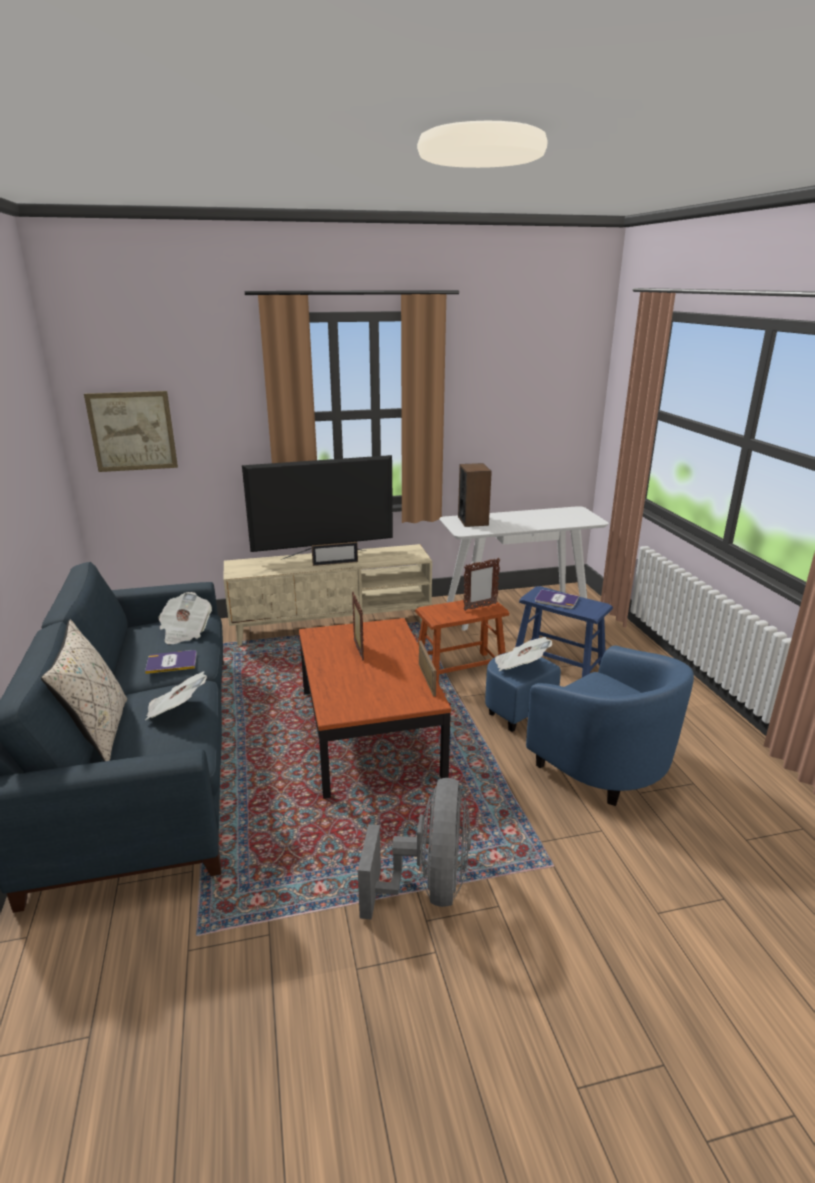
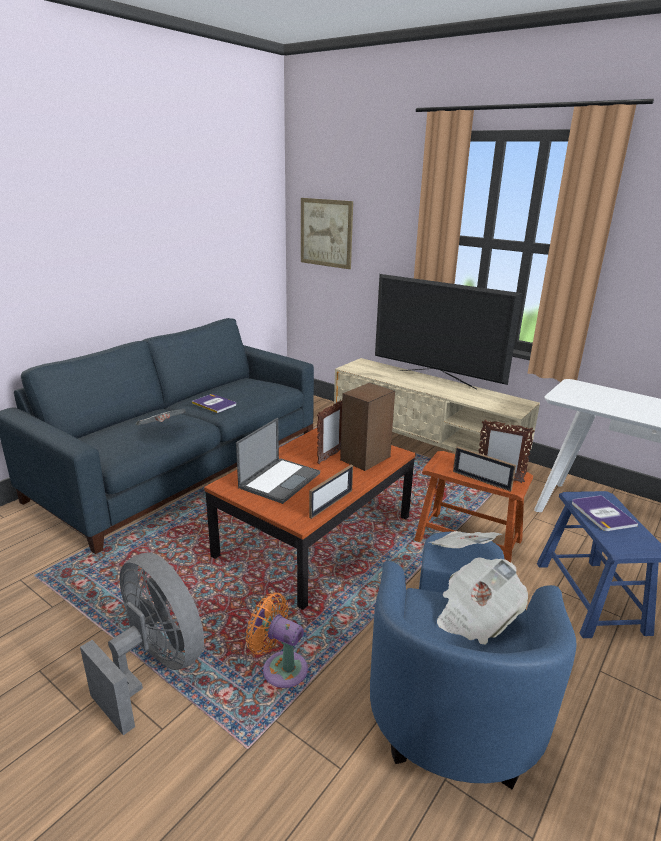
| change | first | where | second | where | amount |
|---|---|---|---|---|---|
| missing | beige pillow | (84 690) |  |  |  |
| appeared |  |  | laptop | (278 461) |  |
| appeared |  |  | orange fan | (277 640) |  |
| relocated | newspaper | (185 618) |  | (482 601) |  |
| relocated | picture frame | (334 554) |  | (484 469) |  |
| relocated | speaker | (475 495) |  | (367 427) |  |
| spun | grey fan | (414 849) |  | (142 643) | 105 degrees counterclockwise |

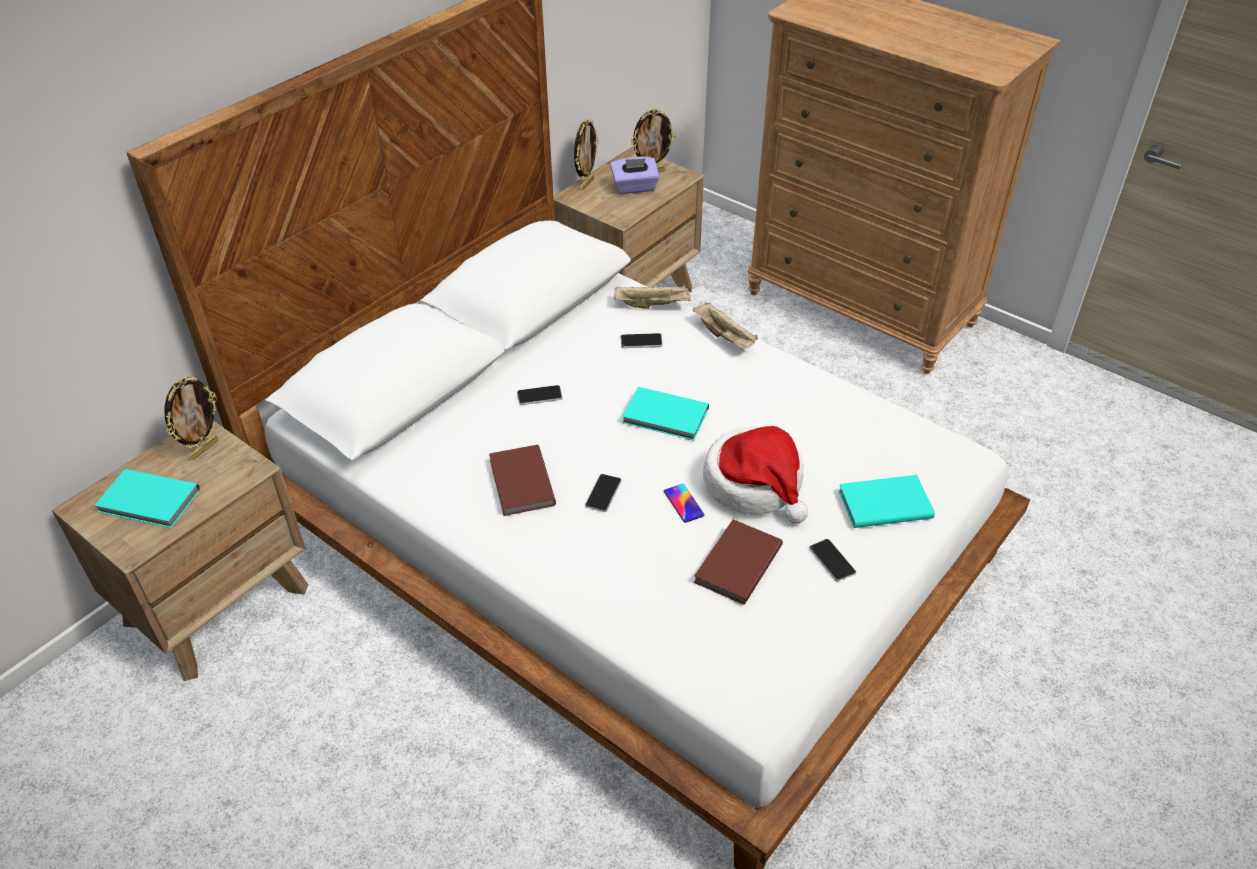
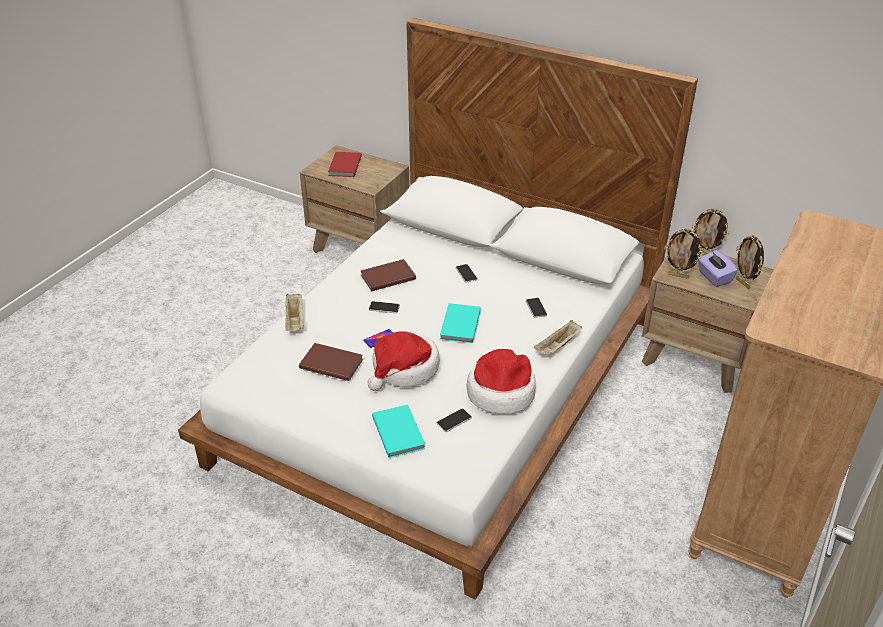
| change | first | where | second | where | amount |
|---|---|---|---|---|---|
| appeared |  |  | hat | (501 381) |  |
| relocated | picture frame | (191 418) |  | (683 253) |  |
| relocated | beige tray | (652 296) |  | (294 312) |  |
| relocated | phone | (832 560) |  | (454 420) |  |
| colour | turquoise book | (147 498) | red book | (345 164) |  |

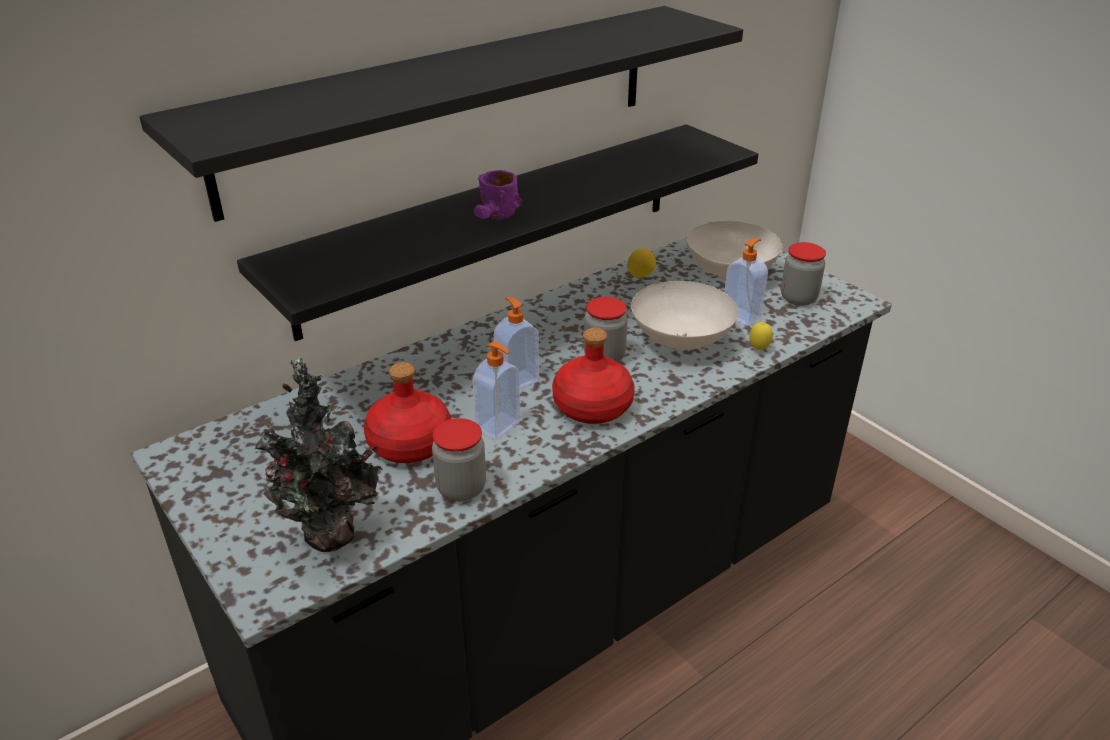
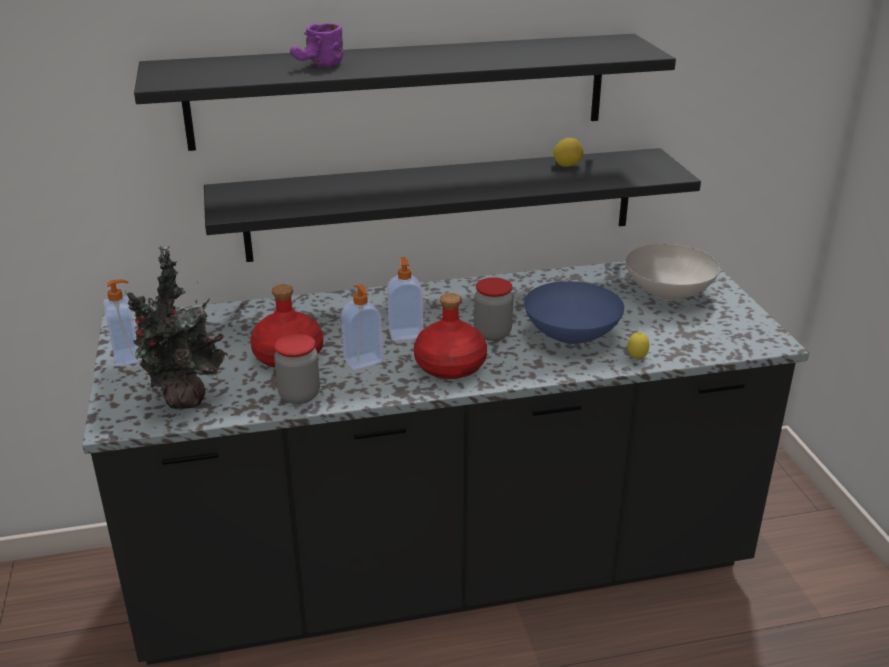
| change | first | where | second | where | amount |
|---|---|---|---|---|---|
| missing | jar | (803 274) |  |  |  |
| relocated | purple mug | (498 195) |  | (316 45) |  |
| relocated | lemon | (641 263) |  | (568 152) |  |
| relocated | soap dispenser | (746 282) |  | (122 322) |  |
| colour | white bowl | (685 315) | blue bowl | (574 312) |  |

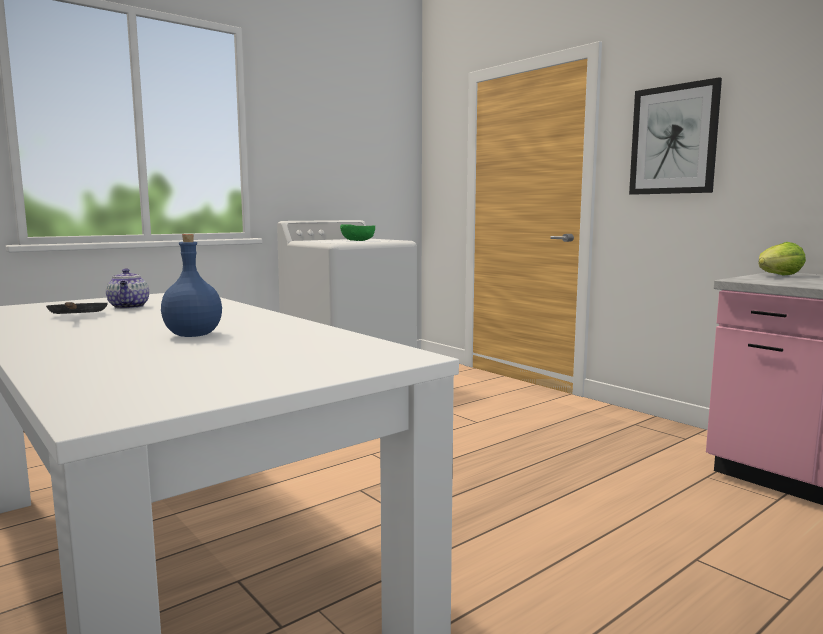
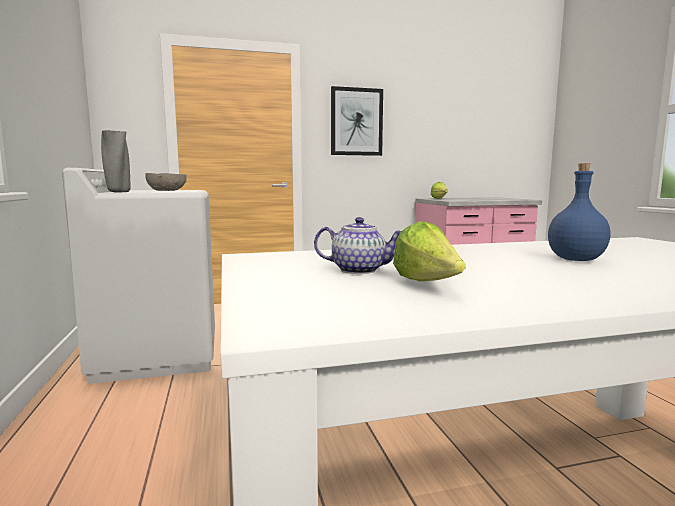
| change | first | where | second | where | amount |
|---|---|---|---|---|---|
| appeared |  |  | grey vase | (116 161) |  |
| exchanged | black frying pan | (77 308) | lettuce | (429 251) |  |
| colour | green bowl | (357 232) | grey bowl | (166 182) |  |

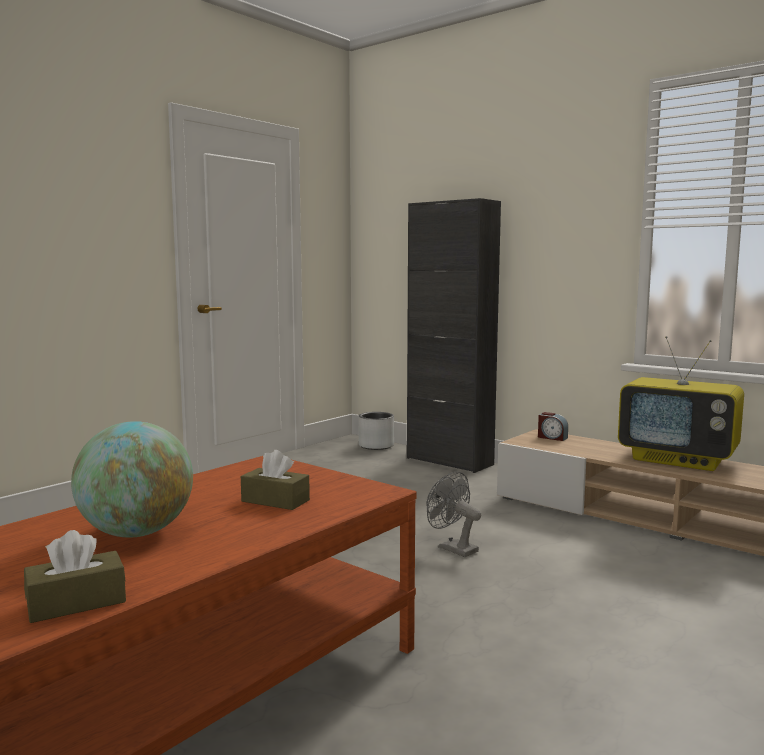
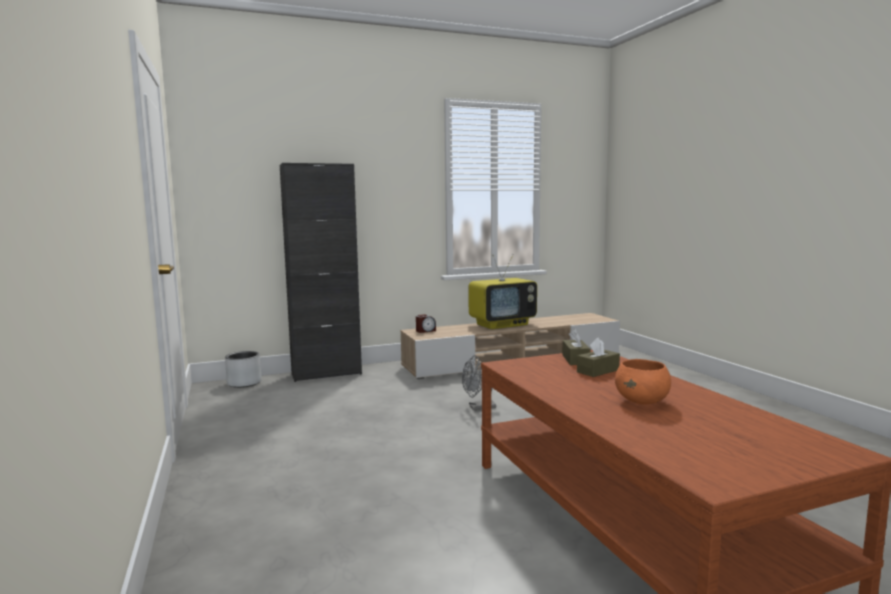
| change | first | where | second | where | amount |
|---|---|---|---|---|---|
| relocated | brown tissue box | (75 576) |  | (576 347) |  |
| exchanged | globe | (132 479) | orange bowl | (643 382) |  |

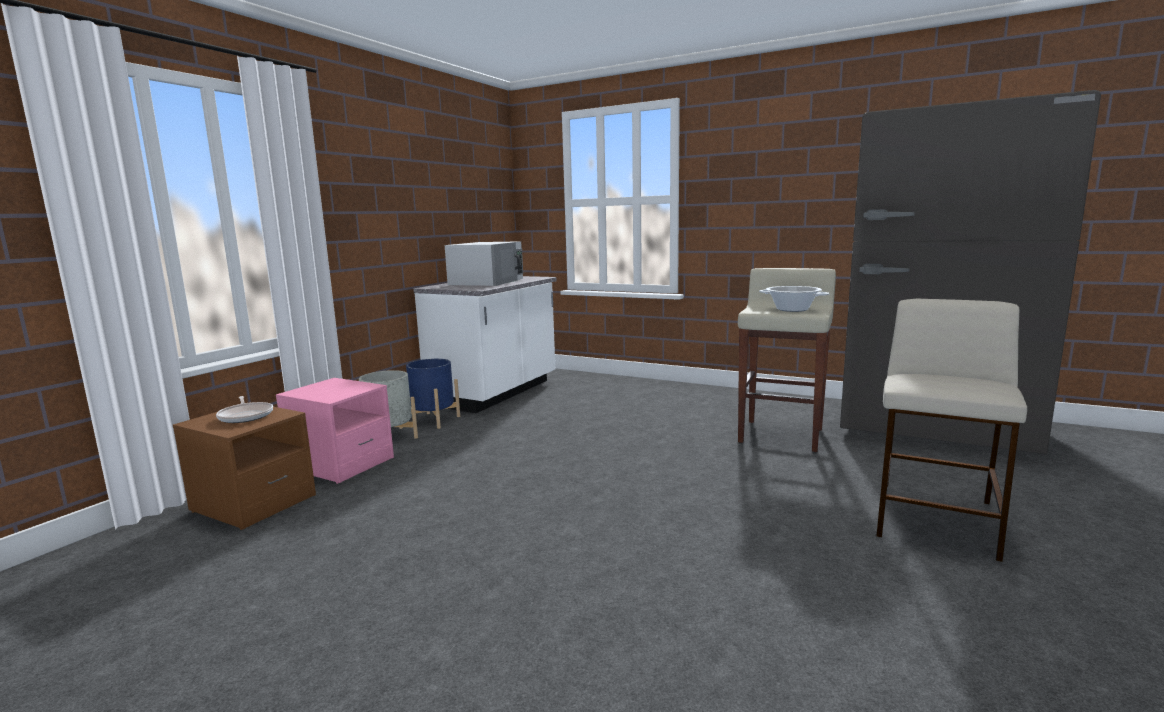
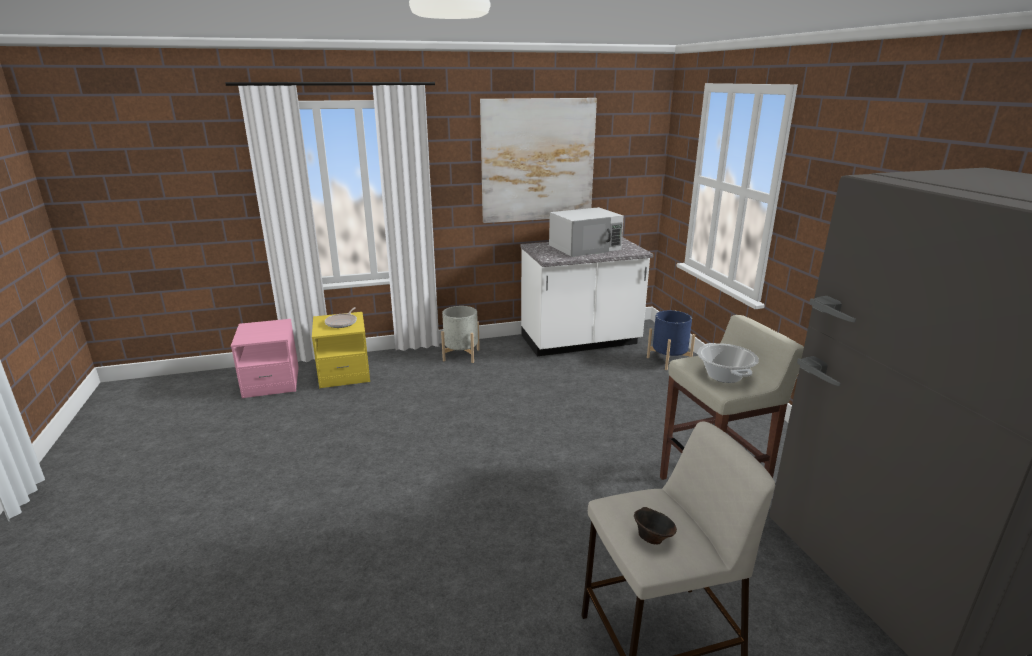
| change | first | where | second | where | amount |
|---|---|---|---|---|---|
| appeared |  |  | picture | (538 160) |  |
| appeared |  |  | brown bowl | (655 525) |  |
| relocated | pink nightstand | (335 431) |  | (265 358) |  |
| relocated | blue planter | (433 394) |  | (671 340) |  |
| colour | brown nightstand | (244 466) | yellow nightstand | (341 350) |  |

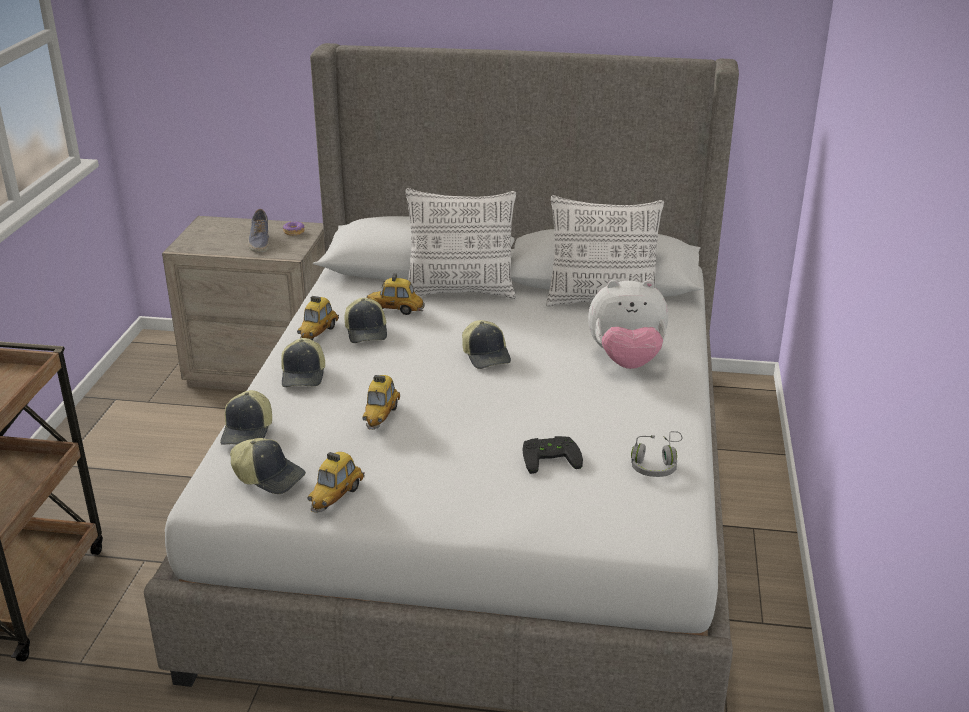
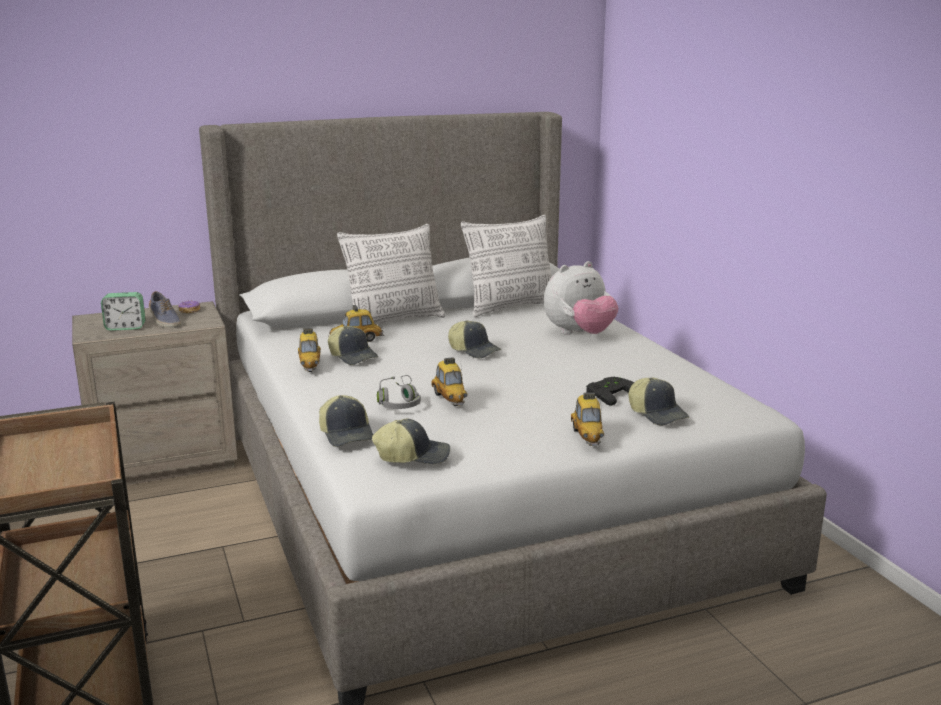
| change | first | where | second | where | amount |
|---|---|---|---|---|---|
| appeared |  |  | alarm clock | (123 311) |  |
| relocated | cap | (303 362) |  | (658 401) |  |
| relocated | toy car | (336 482) |  | (587 419) |  |
| relocated | grey headphones | (656 454) |  | (399 392) |  |

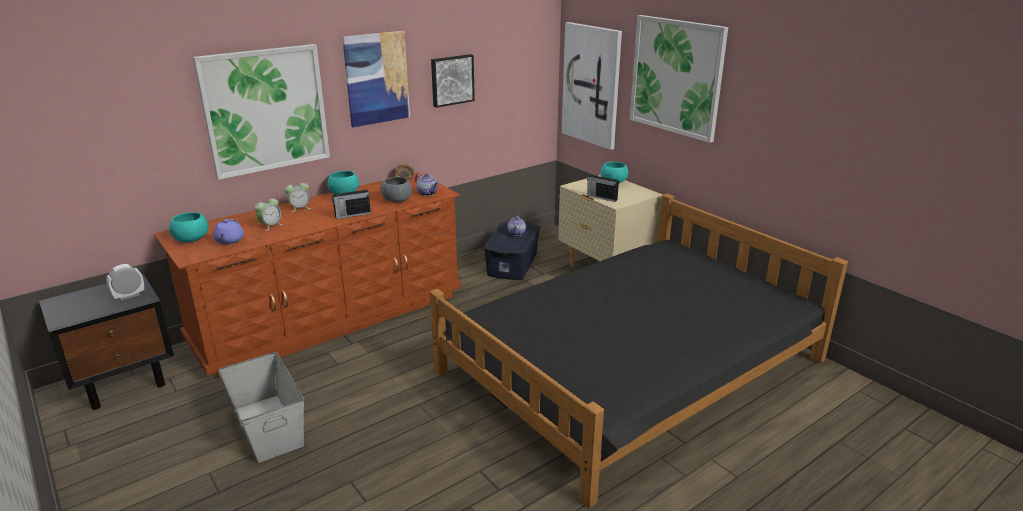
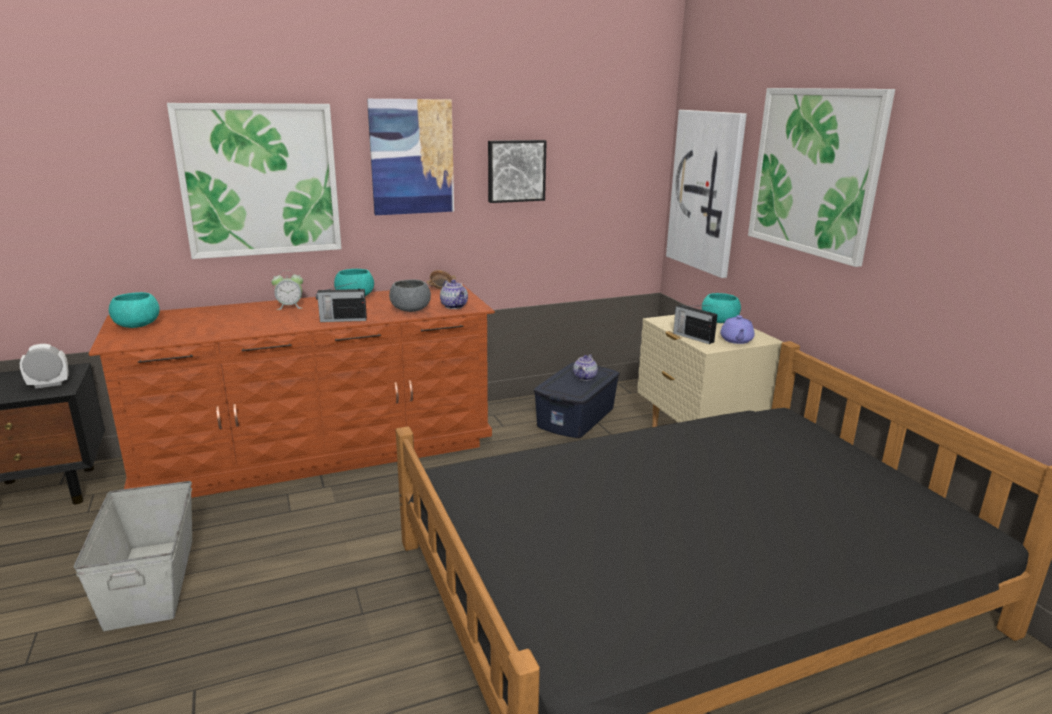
| change | first | where | second | where | amount |
|---|---|---|---|---|---|
| missing | alarm clock | (269 213) |  |  |  |
| relocated | purple teapot | (228 231) |  | (737 329) |  |

